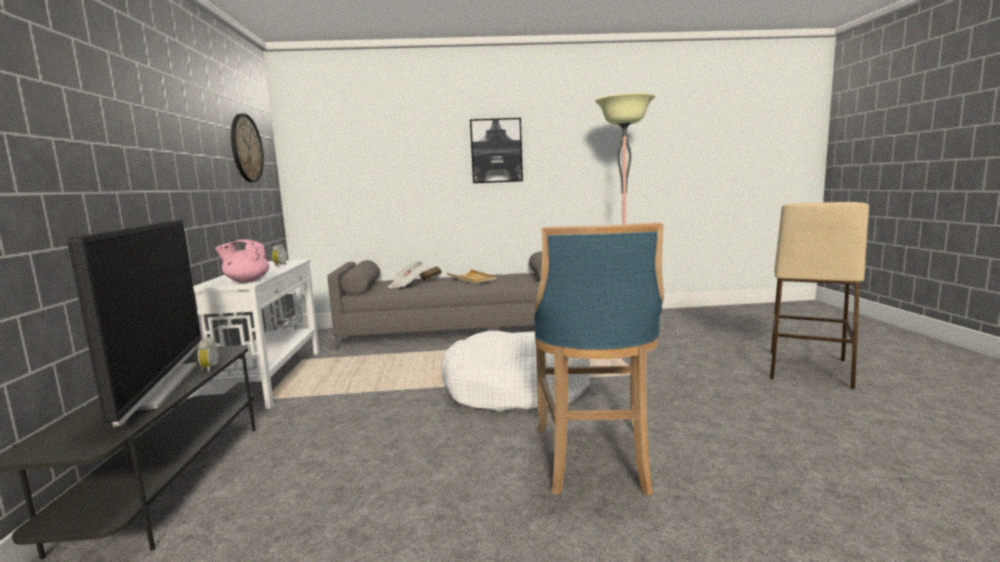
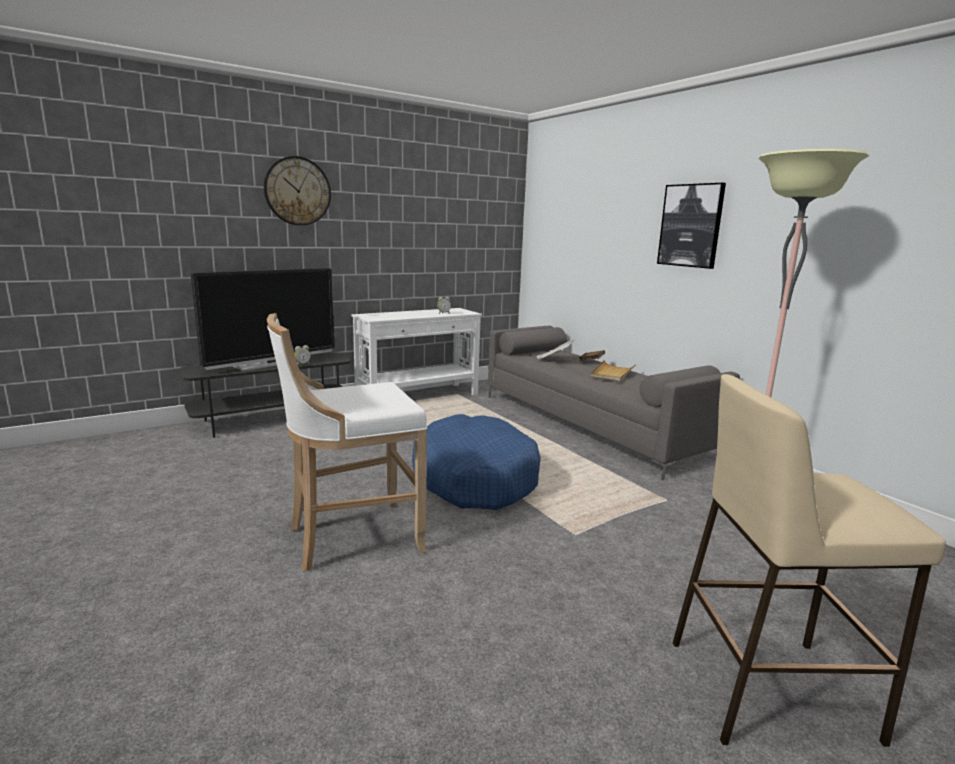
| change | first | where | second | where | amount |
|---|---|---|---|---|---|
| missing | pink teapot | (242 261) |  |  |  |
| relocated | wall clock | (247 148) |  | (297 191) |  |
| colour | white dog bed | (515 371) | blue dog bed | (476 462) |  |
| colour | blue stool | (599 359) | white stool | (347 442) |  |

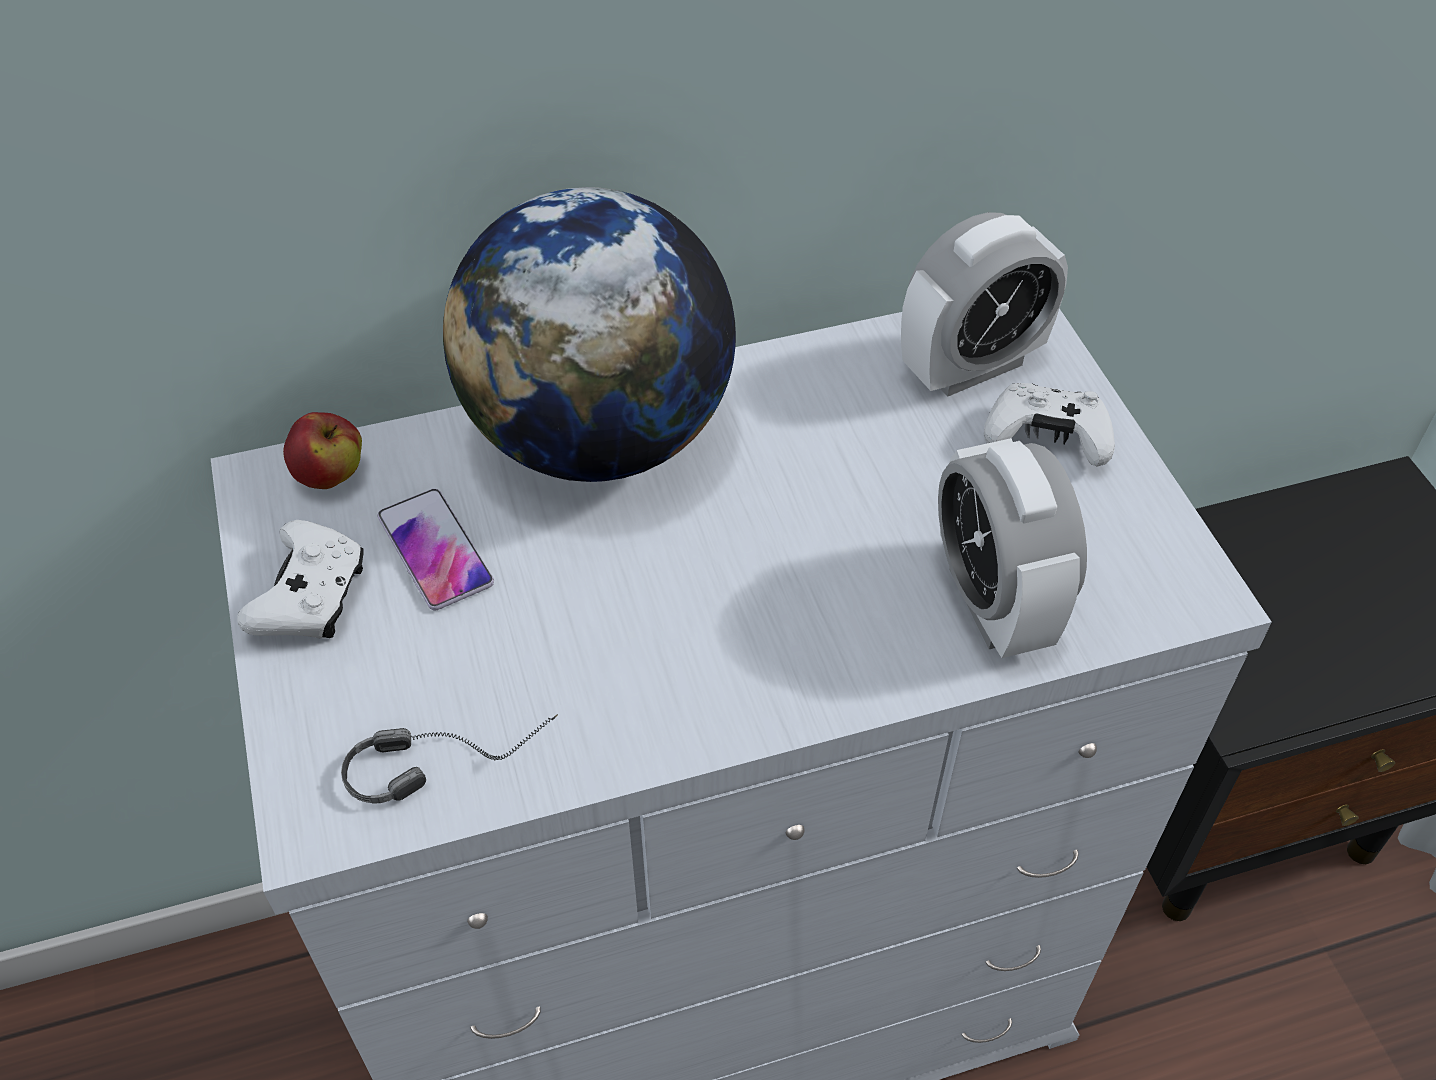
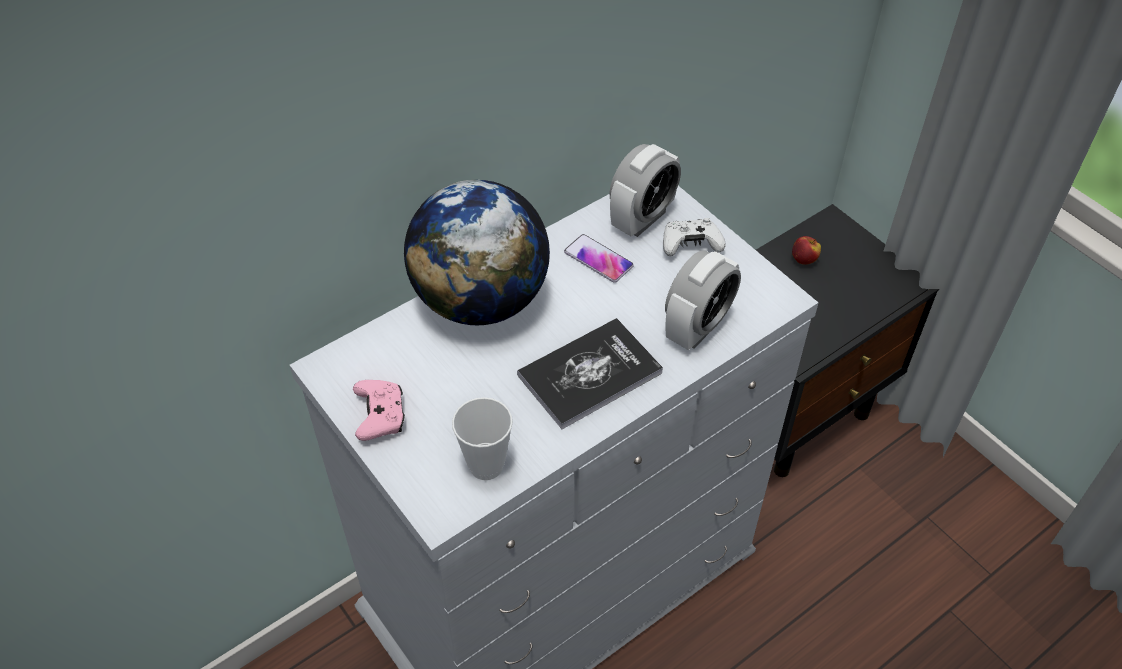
| change | first | where | second | where | amount |
|---|---|---|---|---|---|
| appeared |  |  | book | (590 373) |  |
| relocated | apple | (322 450) |  | (806 250) |  |
| relocated | phone | (436 549) |  | (599 258) |  |
| exchanged | headphones | (449 759) | cup | (482 438) |  |
| colour | white game controller | (300 579) | pink game controller | (379 410) |  |
| spun | alarm clock | (1012 548) |  | (703 300) | 105 degrees counterclockwise |

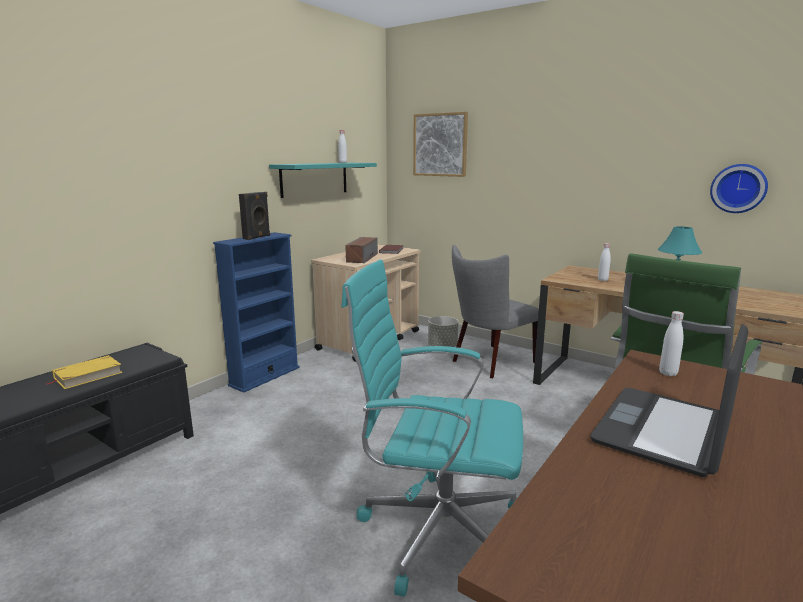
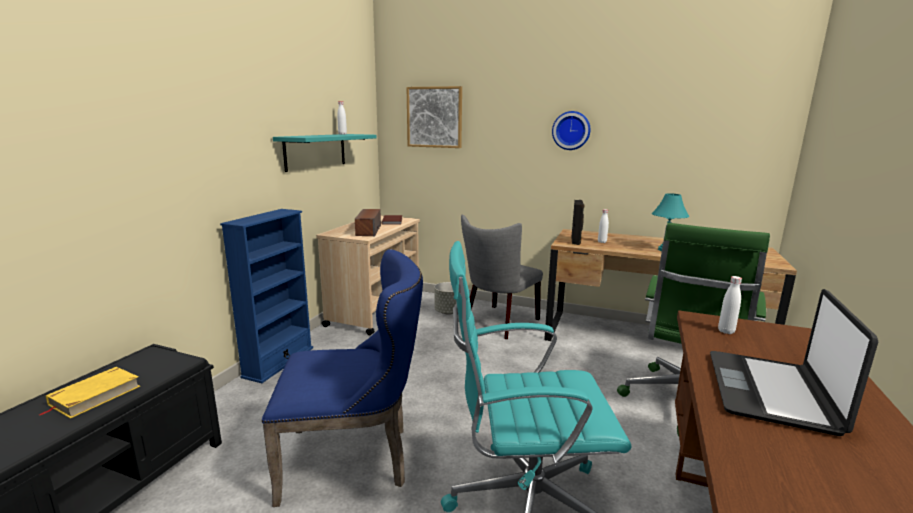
| change | first | where | second | where | amount |
|---|---|---|---|---|---|
| appeared |  |  | blue chair | (342 378) |  |
| relocated | black speaker | (254 216) |  | (578 222) |  |
| relocated | wall clock | (739 188) |  | (571 130) |  |

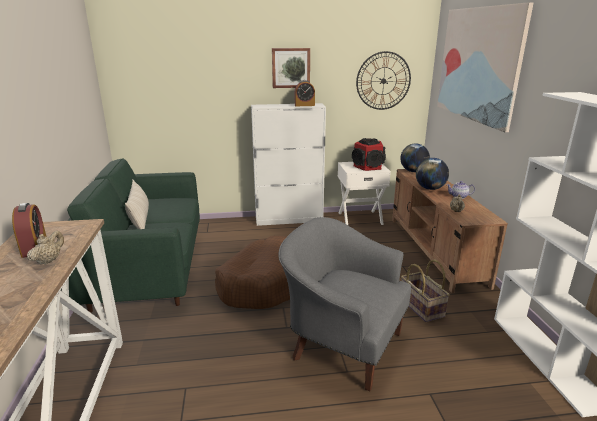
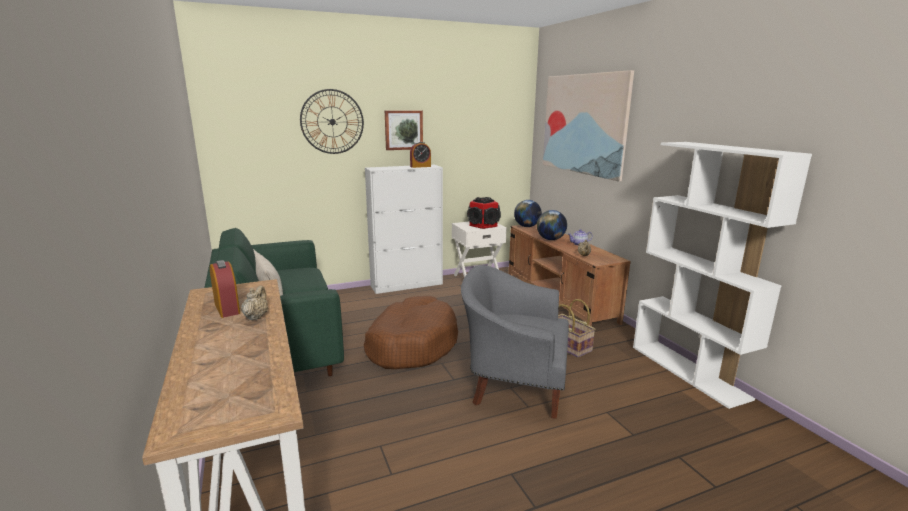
| change | first | where | second | where | amount |
|---|---|---|---|---|---|
| relocated | wall clock | (383 80) |  | (332 121) |  |

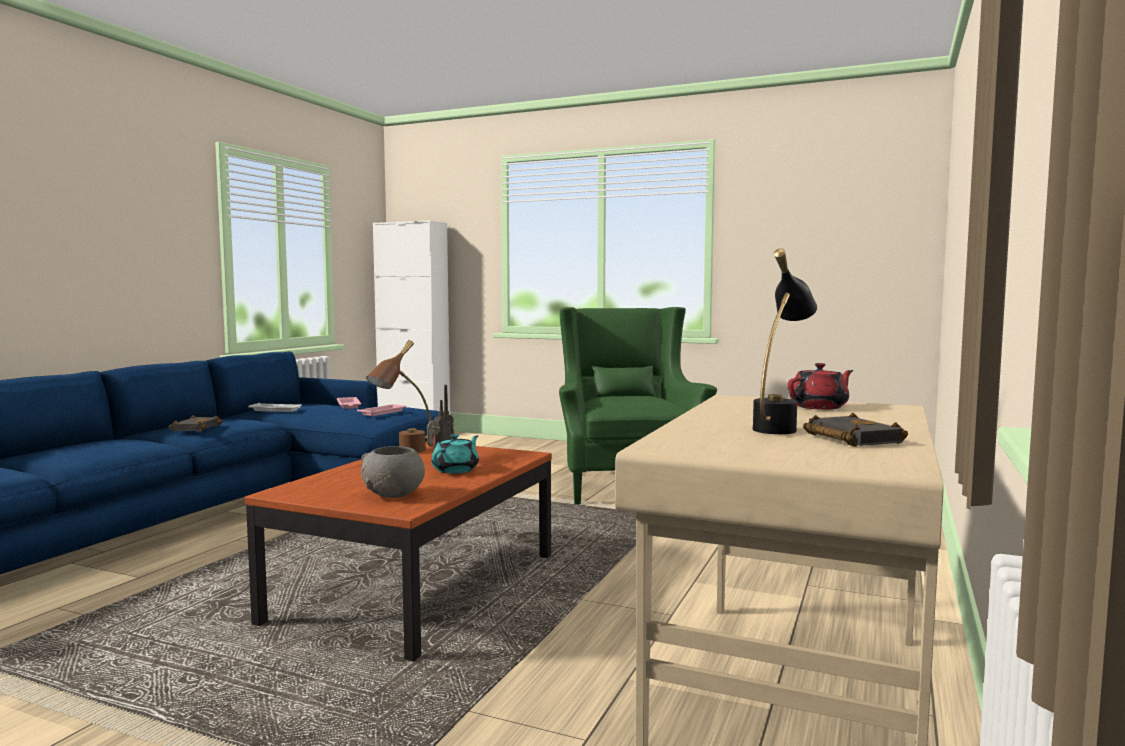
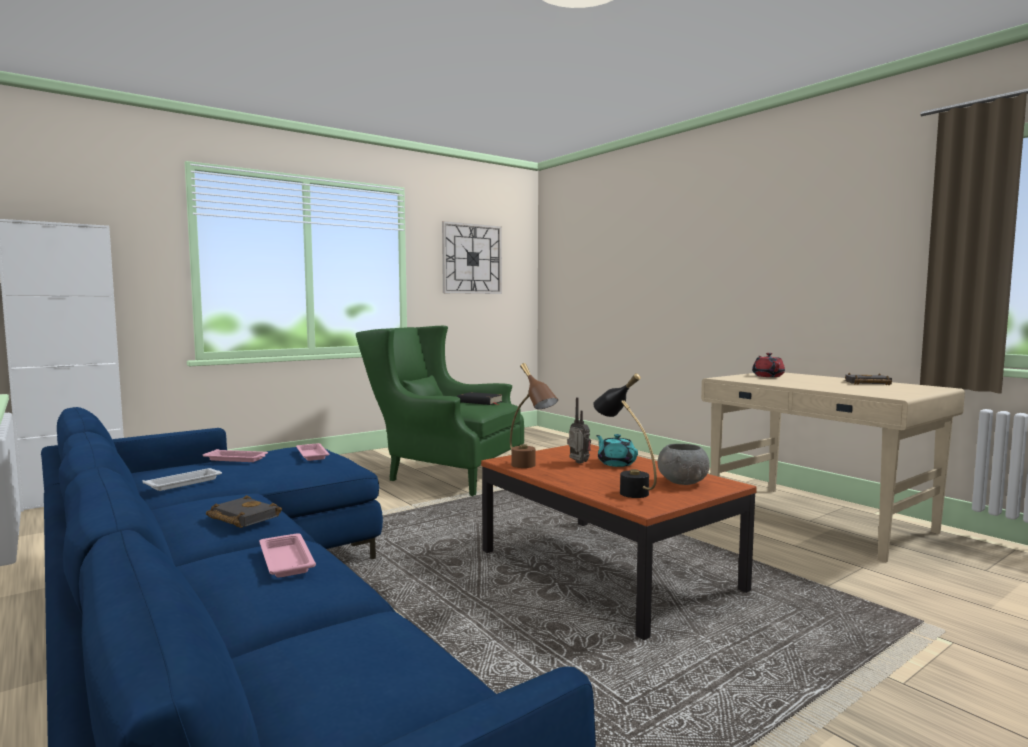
| change | first | where | second | where | amount |
|---|---|---|---|---|---|
| appeared |  |  | pink tray | (287 555) |  |
| appeared |  |  | wall clock | (472 257) |  |
| appeared |  |  | black book | (480 398) |  |
| relocated | black table lamp | (785 341) |  | (625 435) |  |

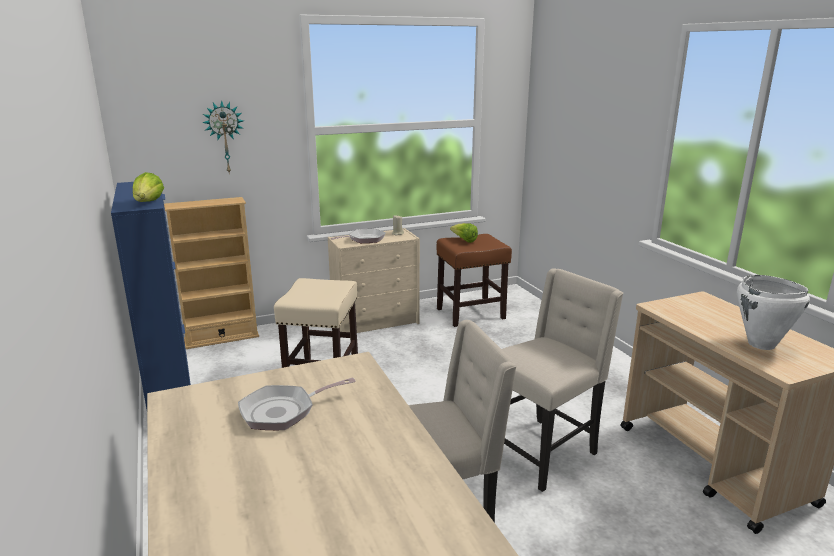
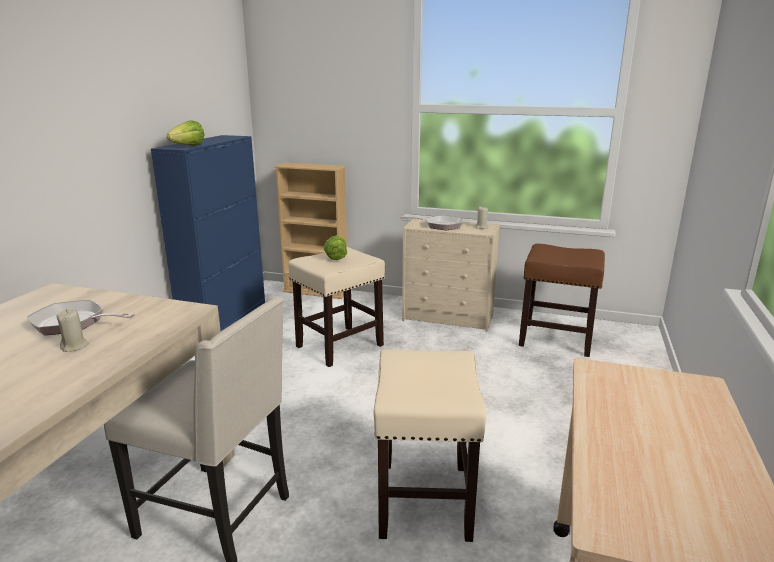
| change | first | where | second | where | amount |
|---|---|---|---|---|---|
| missing | wall clock | (223 136) |  |  |  |
| missing | white cooking pot | (773 312) |  |  |  |
| appeared |  |  | beige candle | (73 330) |  |
| relocated | lettuce | (464 233) |  | (335 247) |  |
| exchanged | beige chair | (562 380) | beige stool | (430 445) |  |

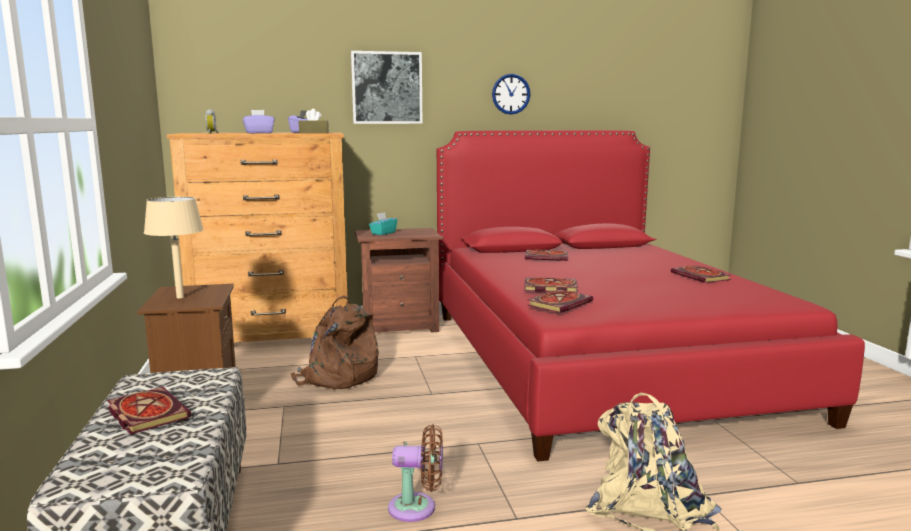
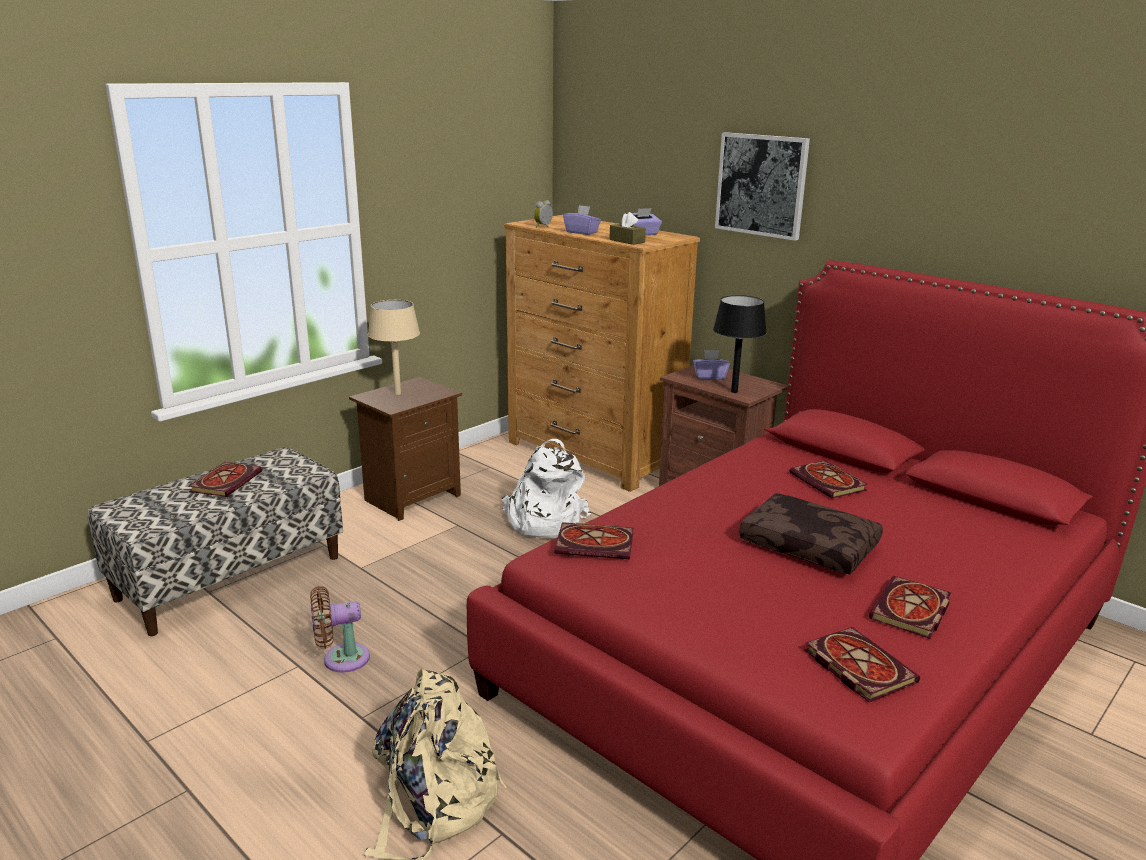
| change | first | where | second | where | amount |
|---|---|---|---|---|---|
| missing | wall clock | (511 94) |  |  |  |
| appeared |  |  | black table lamp | (740 344) |  |
| appeared |  |  | brown pillow | (811 533) |  |
| relocated | book | (551 285) |  | (862 664) |  |
| colour | brown backpack | (334 342) | white backpack | (546 488) |  |
| colour | turquoise tissue box | (383 223) | purple tissue box | (711 364) |  |
| spun | brown fan | (415 473) |  | (340 629) | 105 degrees clockwise |

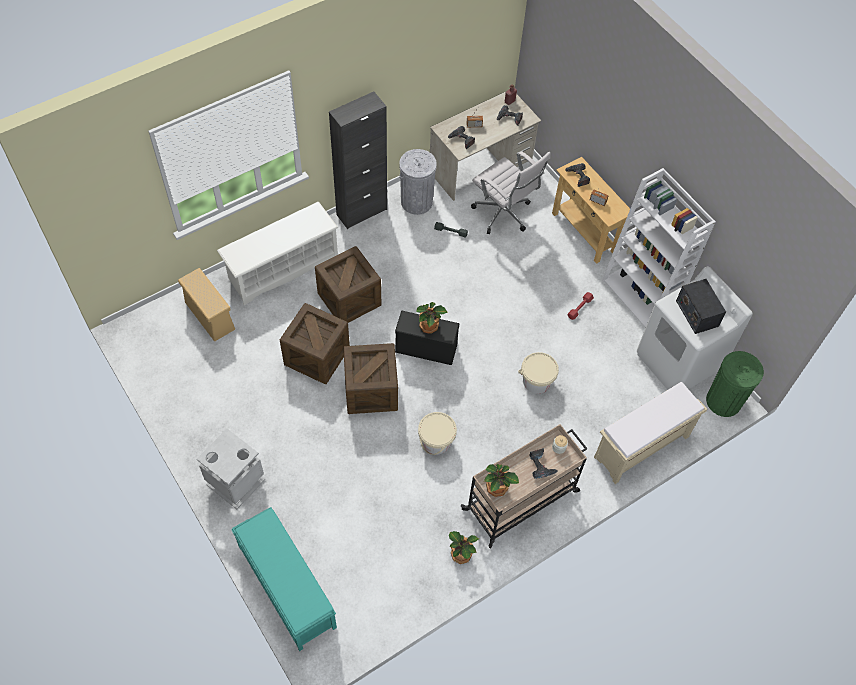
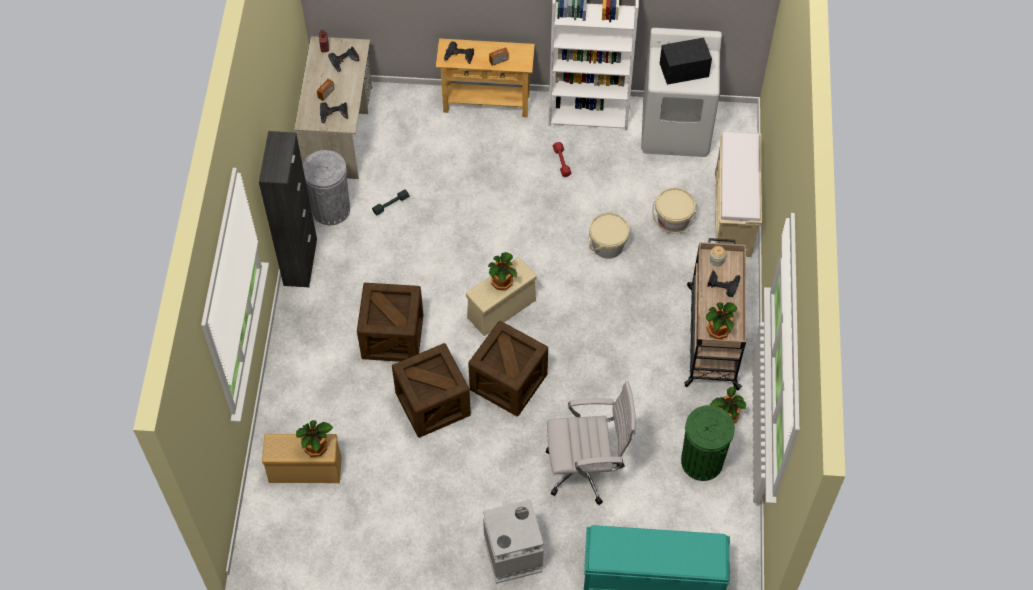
| change | first | where | second | where | amount |
|---|---|---|---|---|---|
| missing | white shoe rack | (277 253) |  |  |  |
| appeared |  |  | potted plant | (314 438) |  |
| relocated | beige bucket | (437 433) |  | (674 211) |  |
| relocated | white office chair | (511 192) |  | (591 443) |  |
| relocated | green trash can | (735 384) |  | (708 443) |  |
| colour | black storage box | (427 338) | beige storage box | (501 296) |  |
| spun | radio | (701 306) |  | (686 61) | 150 degrees clockwise |

